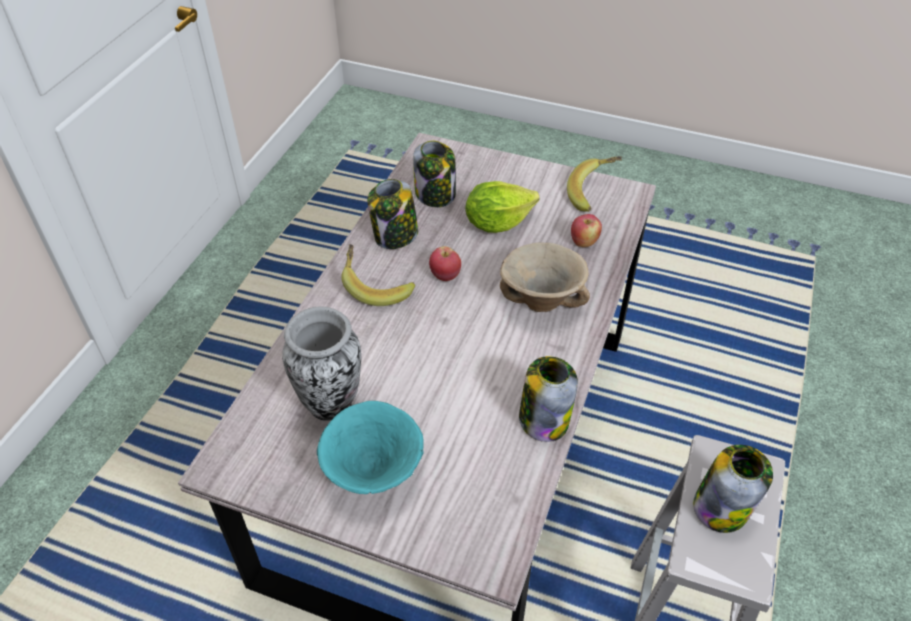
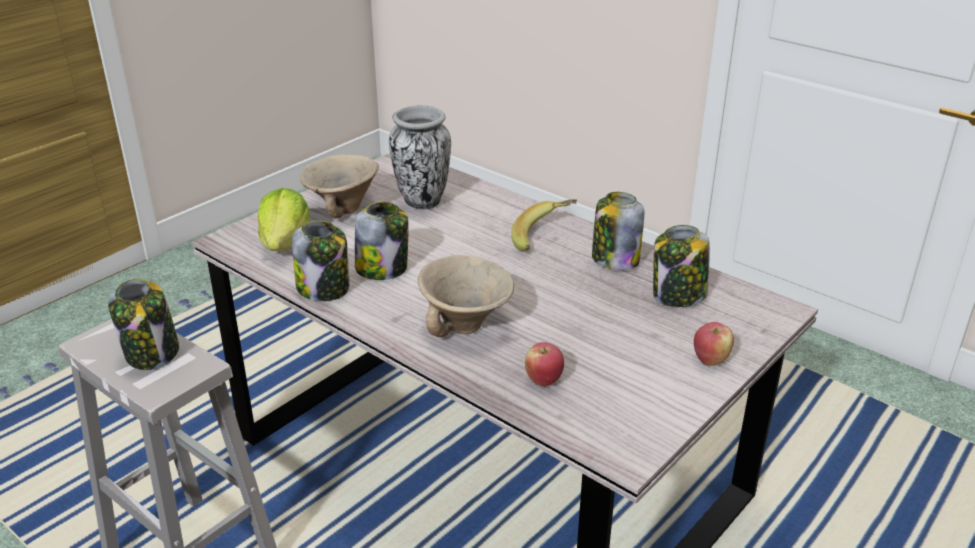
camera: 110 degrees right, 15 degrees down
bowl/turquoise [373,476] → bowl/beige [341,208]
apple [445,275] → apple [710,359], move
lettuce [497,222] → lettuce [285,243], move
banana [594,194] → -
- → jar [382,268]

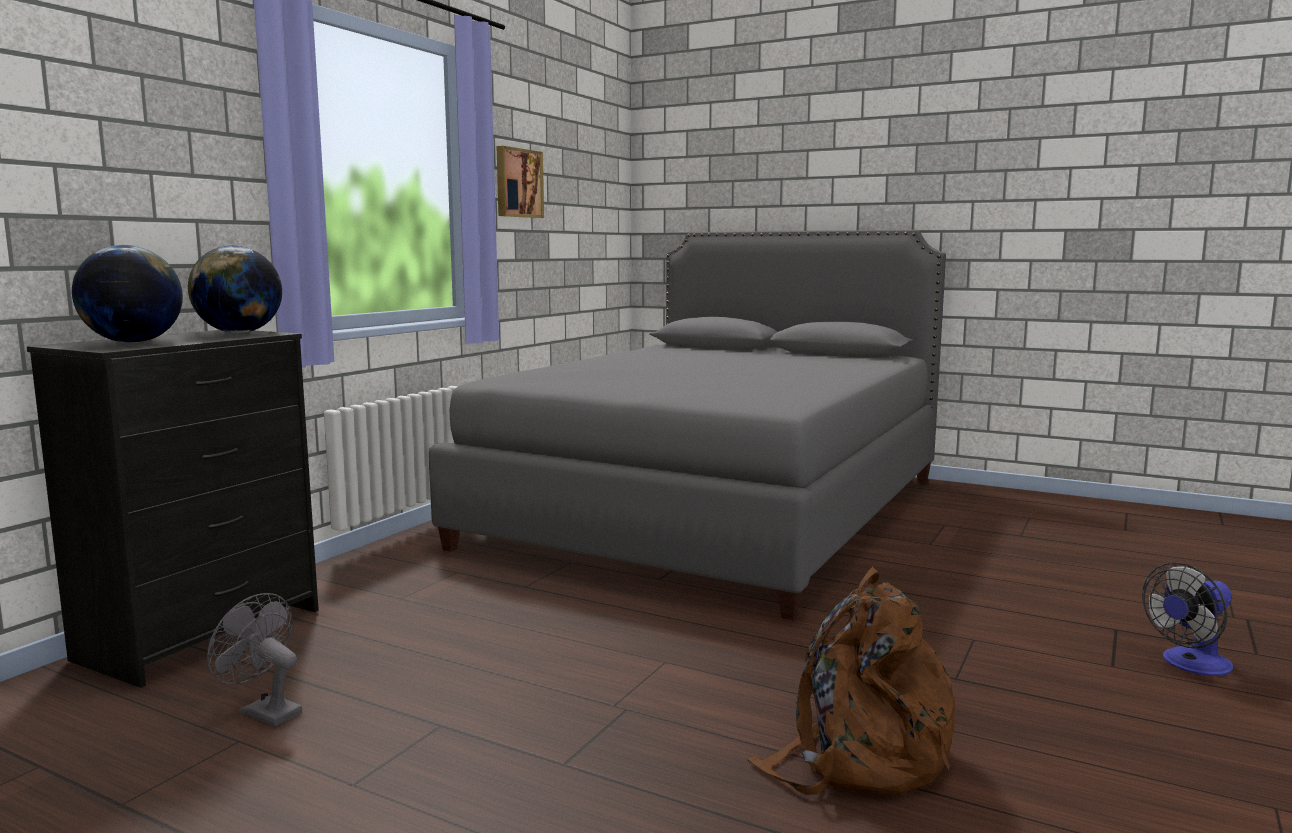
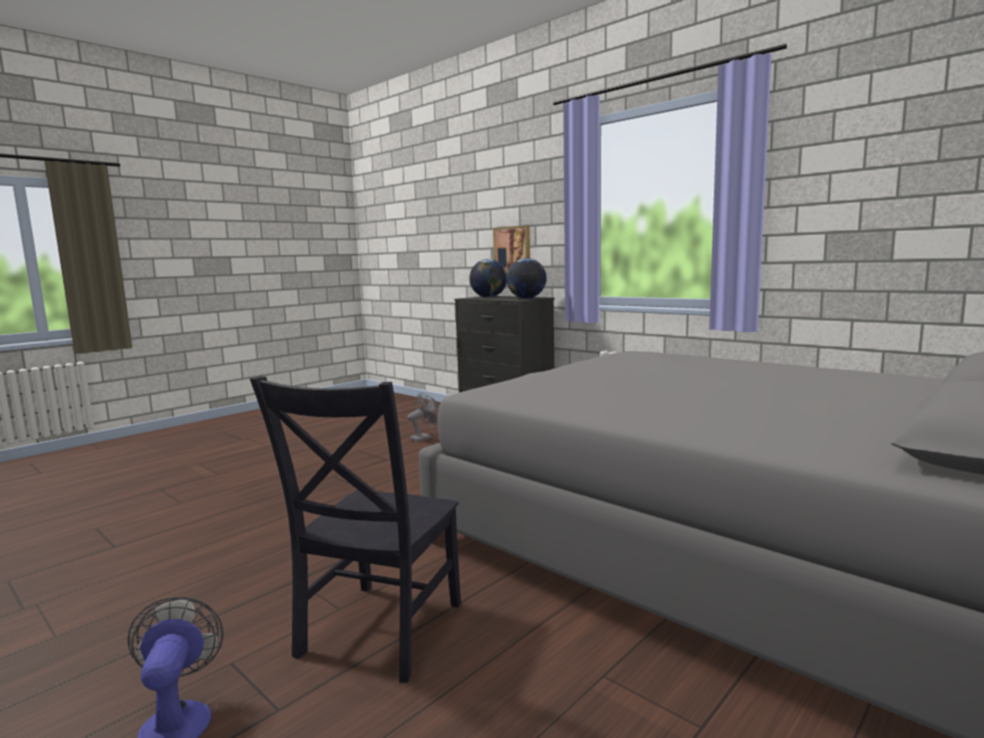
camera: 105 degrees right, 0 degrees up
picture [517,183] → picture [513,249], move
backpack/brown [858,756] → -
- → chair/black [377,633]

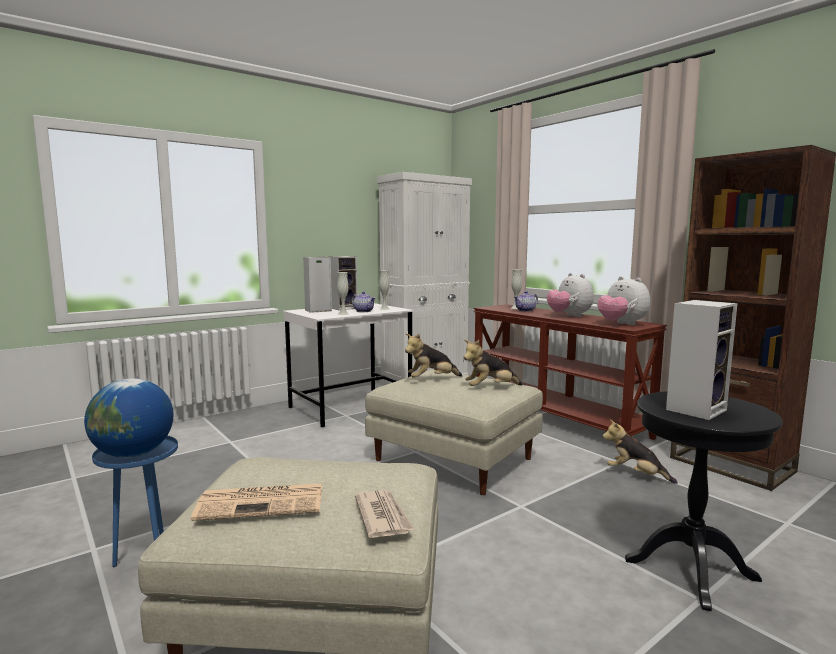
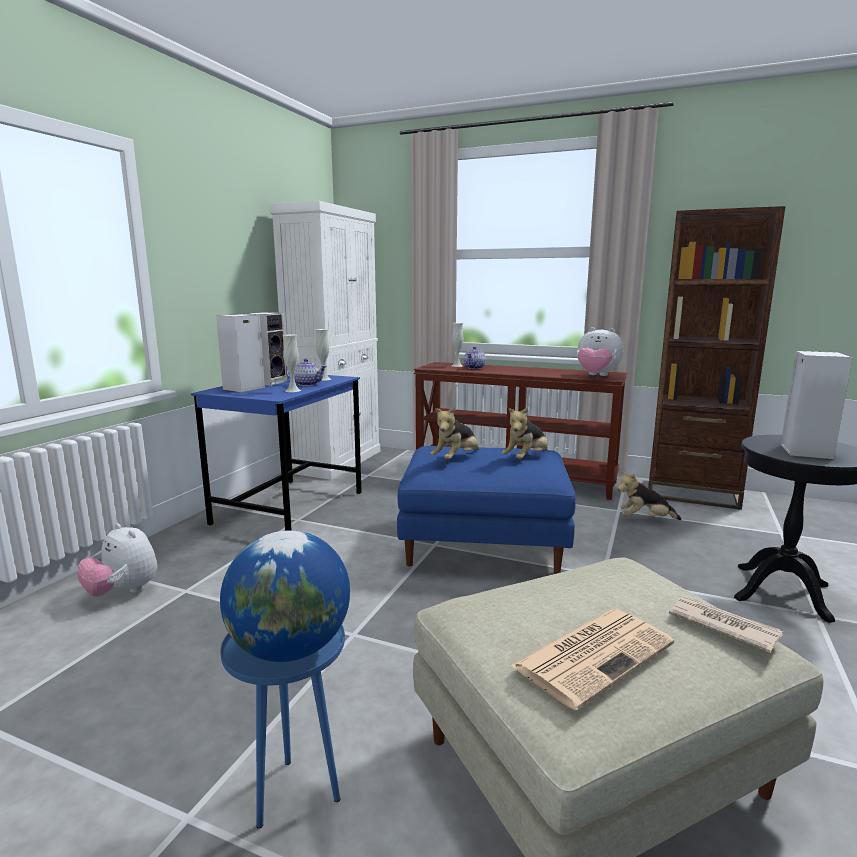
camera: 30 degrees left, 5 degrees up
desk/white [350,407] → desk/blue [289,508]
ottoman/beige [455,459] → ottoman/blue [485,543]
plush toy [569,316] → plush toy [123,592], move

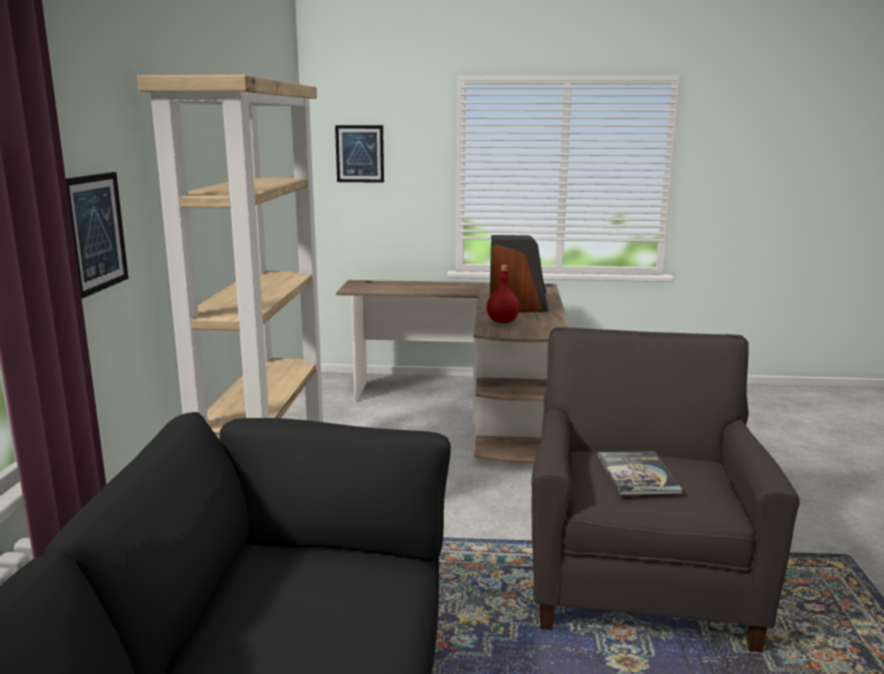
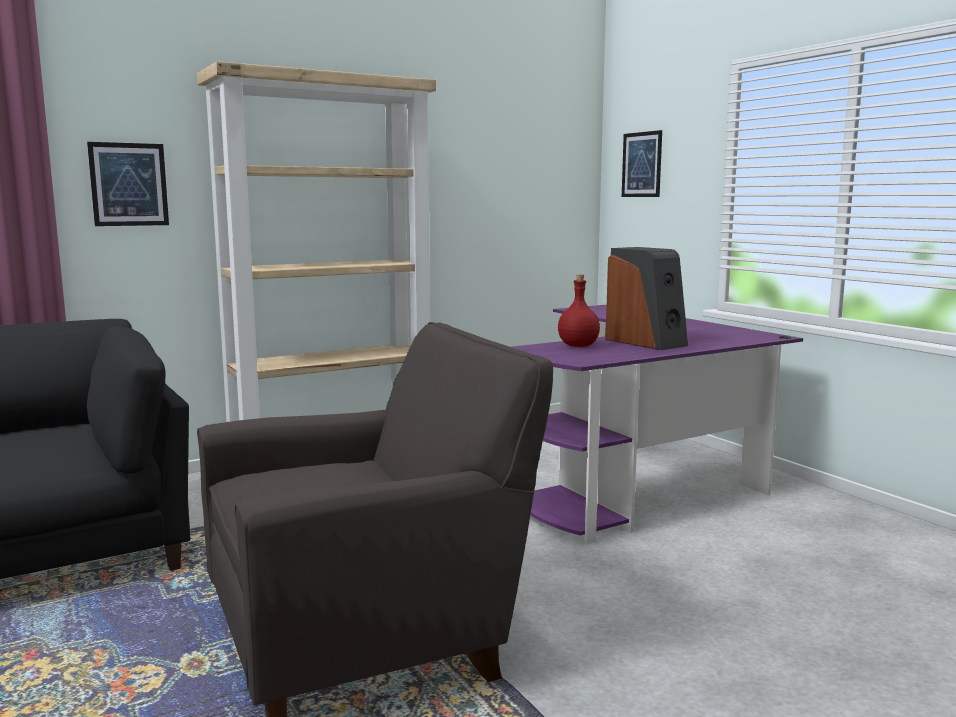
camera: 55 degrees right, 5 degrees down
desk/brown [477,411] → desk/purple [641,477]
book [637,474] → -

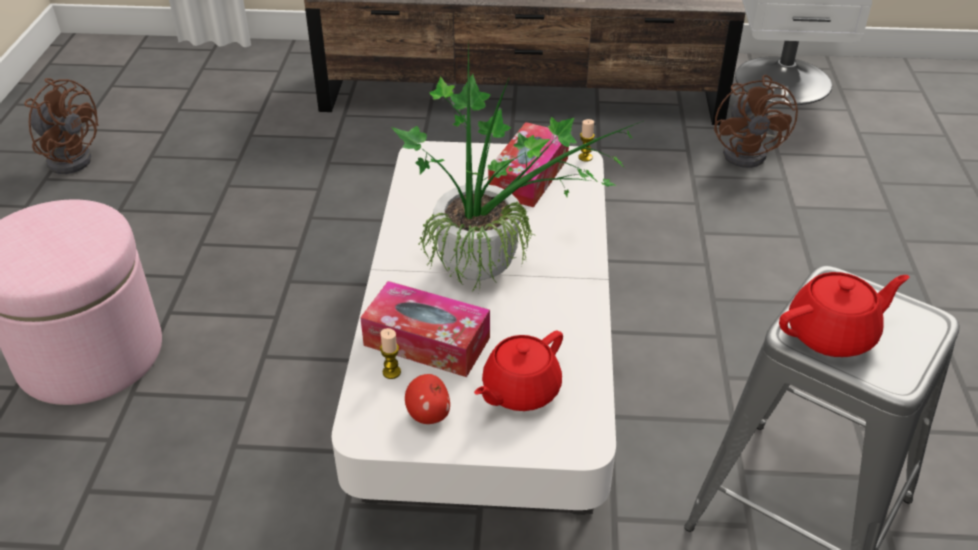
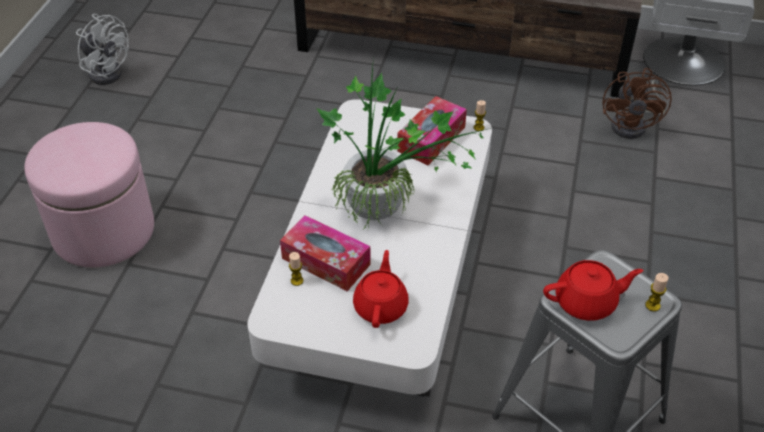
camera: 10 degrees right, 5 degrees up
fan/brown [70,157] → fan/white [106,70]
apple [428,415] → -
teapot/red [519,391] → teapot/red [381,306], 135 degrees clockwise
- → candle [652,305]

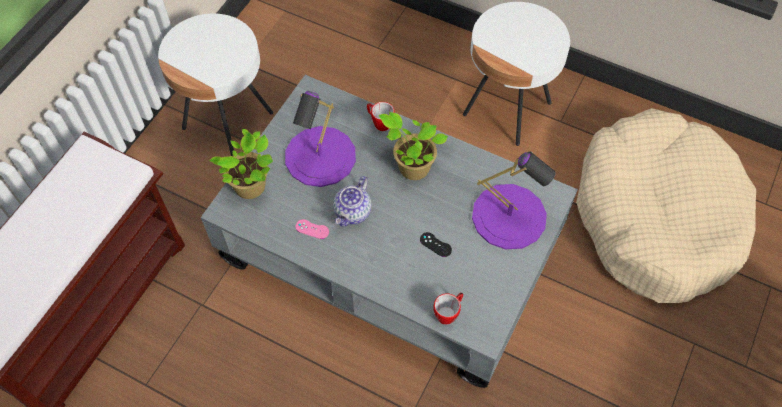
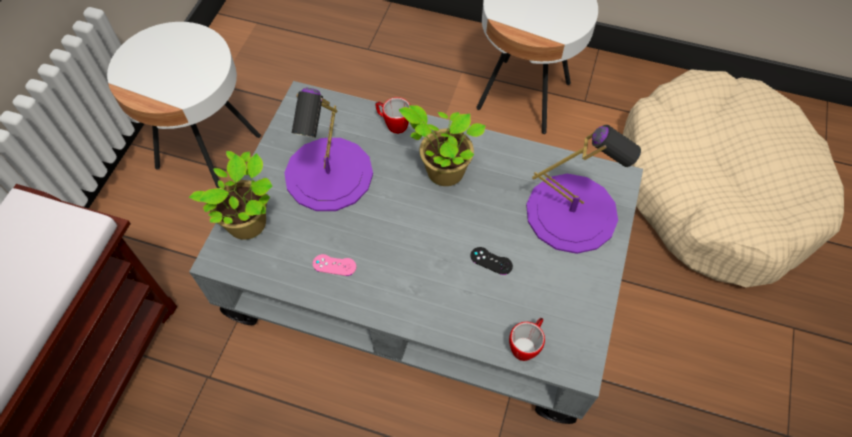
camera: 10 degrees left, 0 degrees up
teapot [353,212] → -

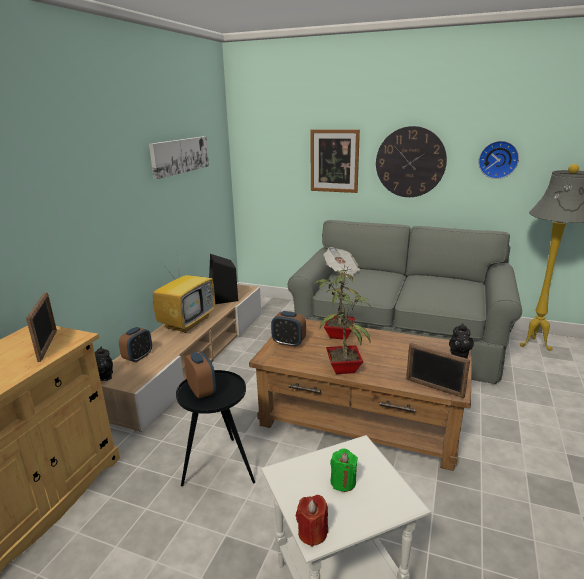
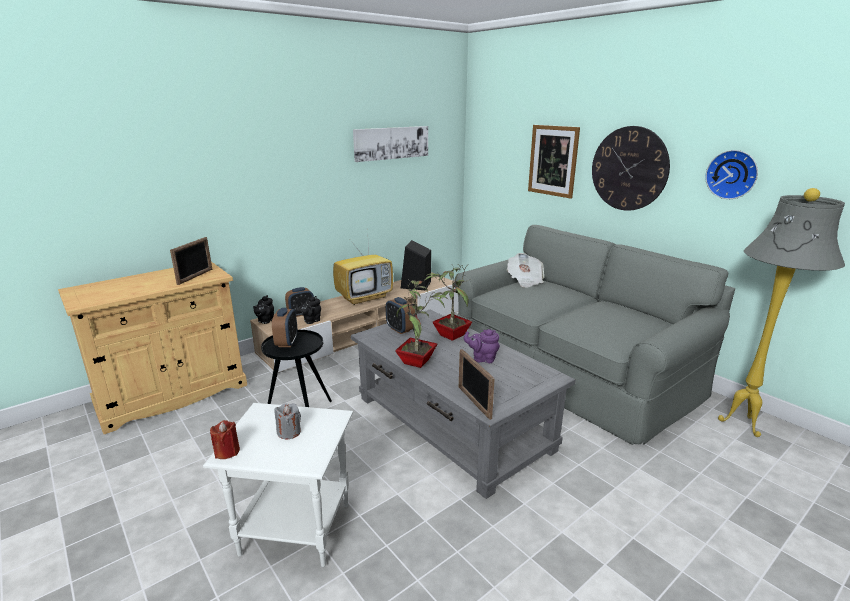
camera: 30 degrees right, 0 degrees up
coffee table/brown [361,417] → coffee table/grey [452,423]
candle/green [343,482] → candle/grey [289,432]
teapot/black [458,356] → teapot/black [310,321], move
- → teapot/purple [482,359]

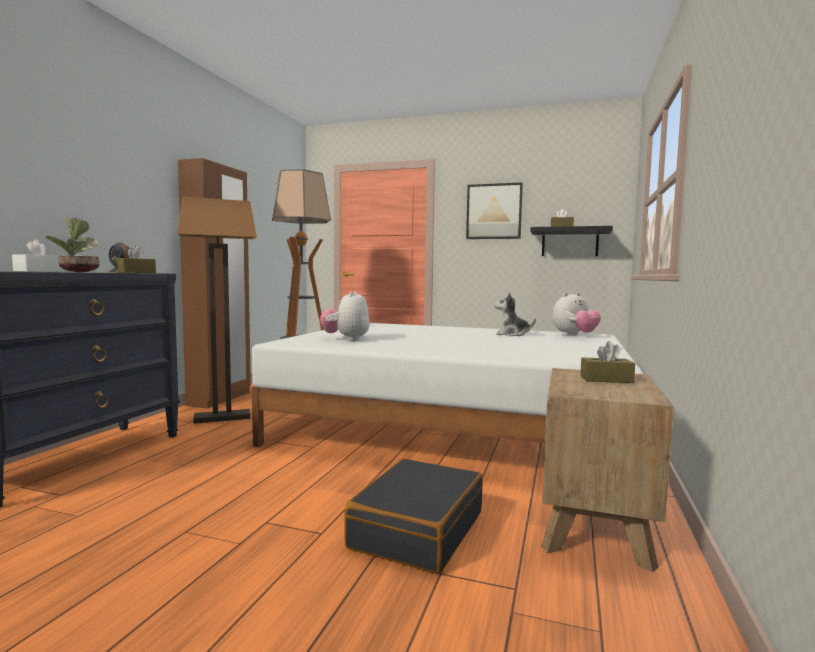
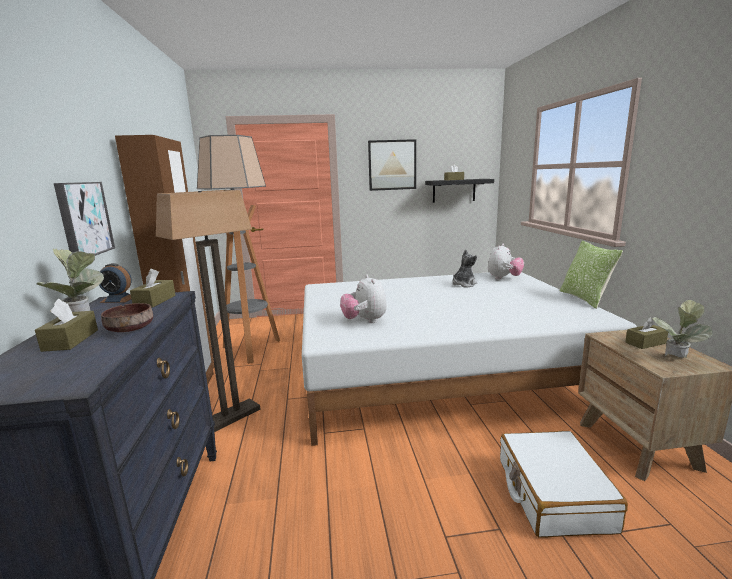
camera: 25 degrees left, 10 degrees up
tissue box/white [39,271] → tissue box/brown [71,340]
suitcase/black [416,530] → suitcase/white [552,494]
plush toy [512,334] → plush toy [463,284], 150 degrees clockwise
- → picture [83,219]
- → pillow [584,299]
- → potted plant [675,360]

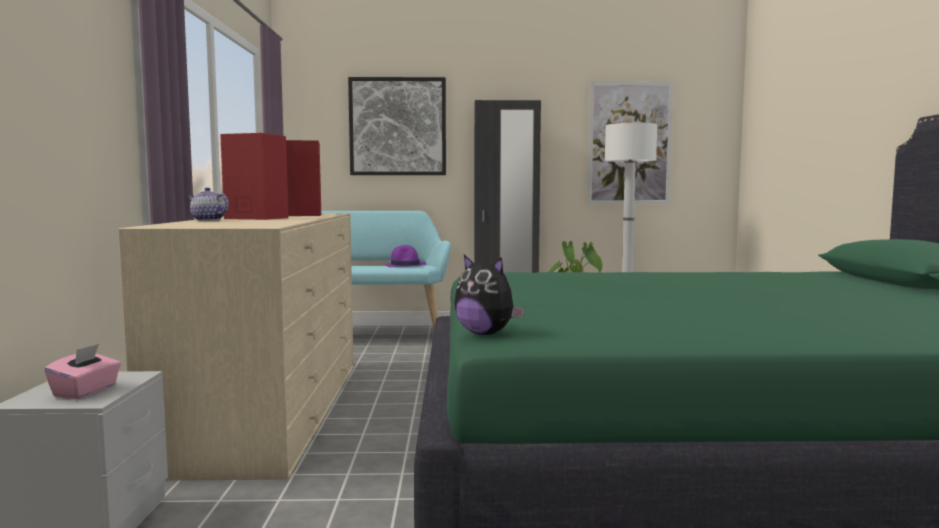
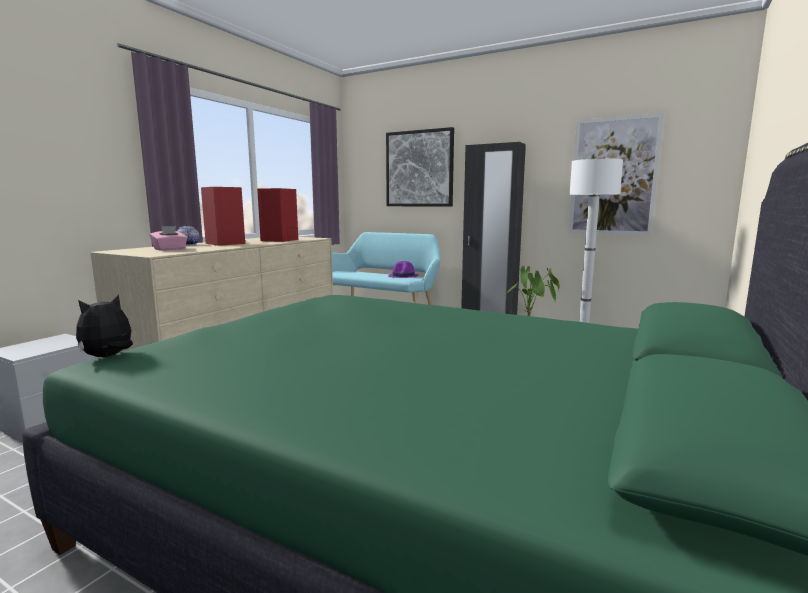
camera: 30 degrees right, 5 degrees up
tissue box/pink [86,391] → tissue box/pink [170,249], move
plush toy [486,334] → plush toy [108,356], 60 degrees clockwise

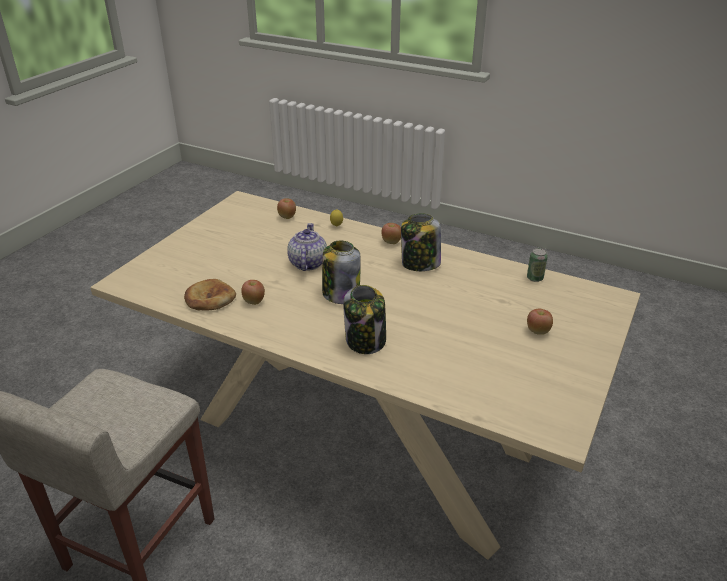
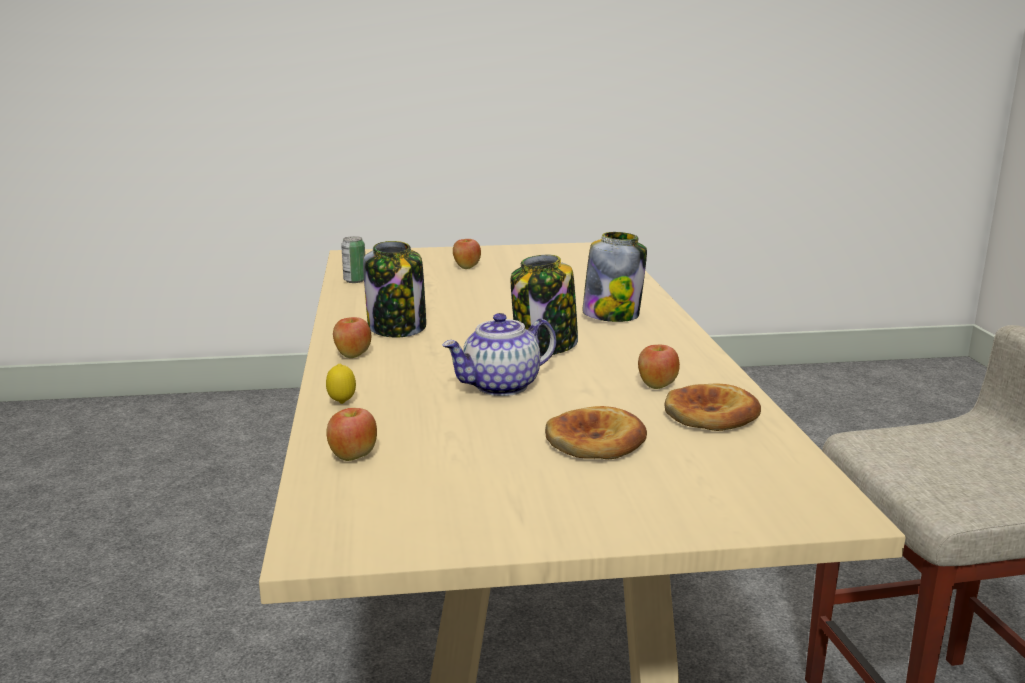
camera: 125 degrees left, 15 degrees down
- → bread [595,441]

